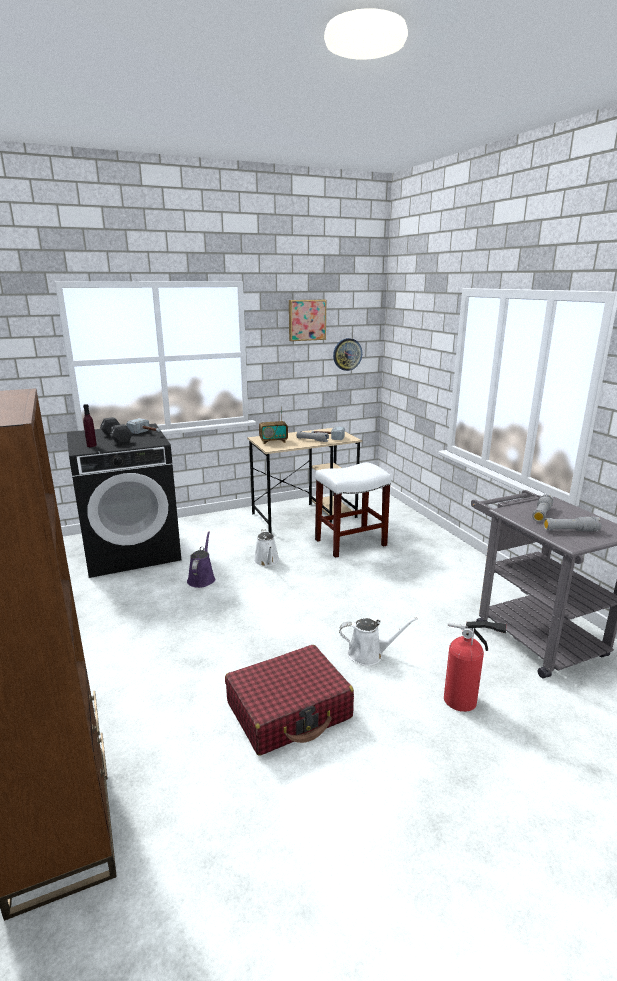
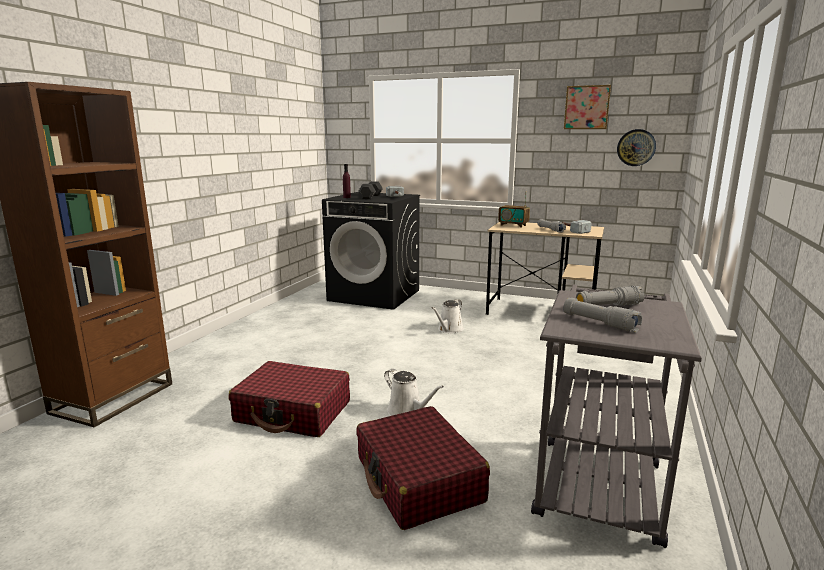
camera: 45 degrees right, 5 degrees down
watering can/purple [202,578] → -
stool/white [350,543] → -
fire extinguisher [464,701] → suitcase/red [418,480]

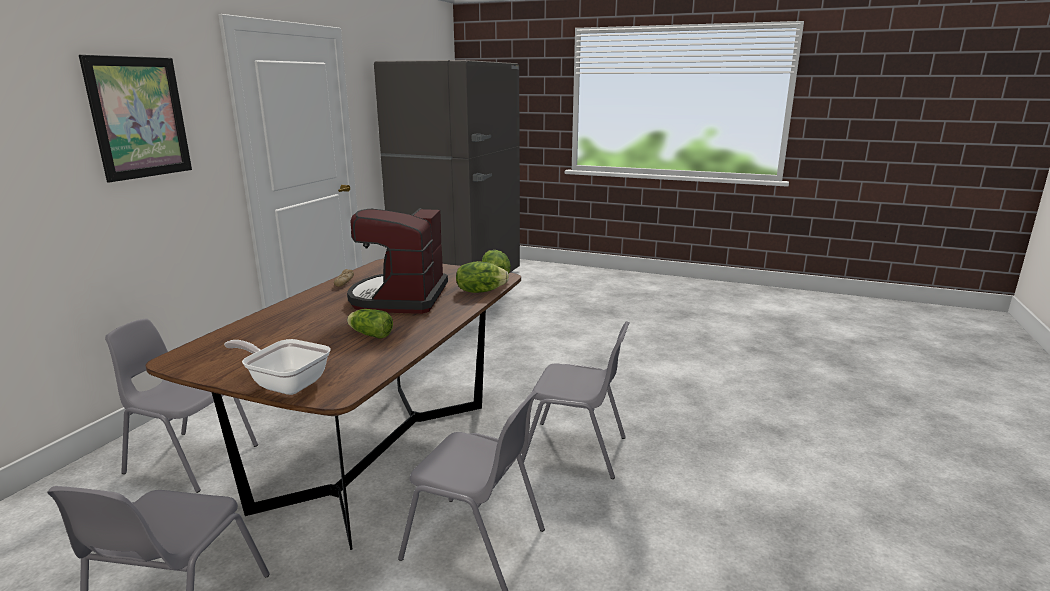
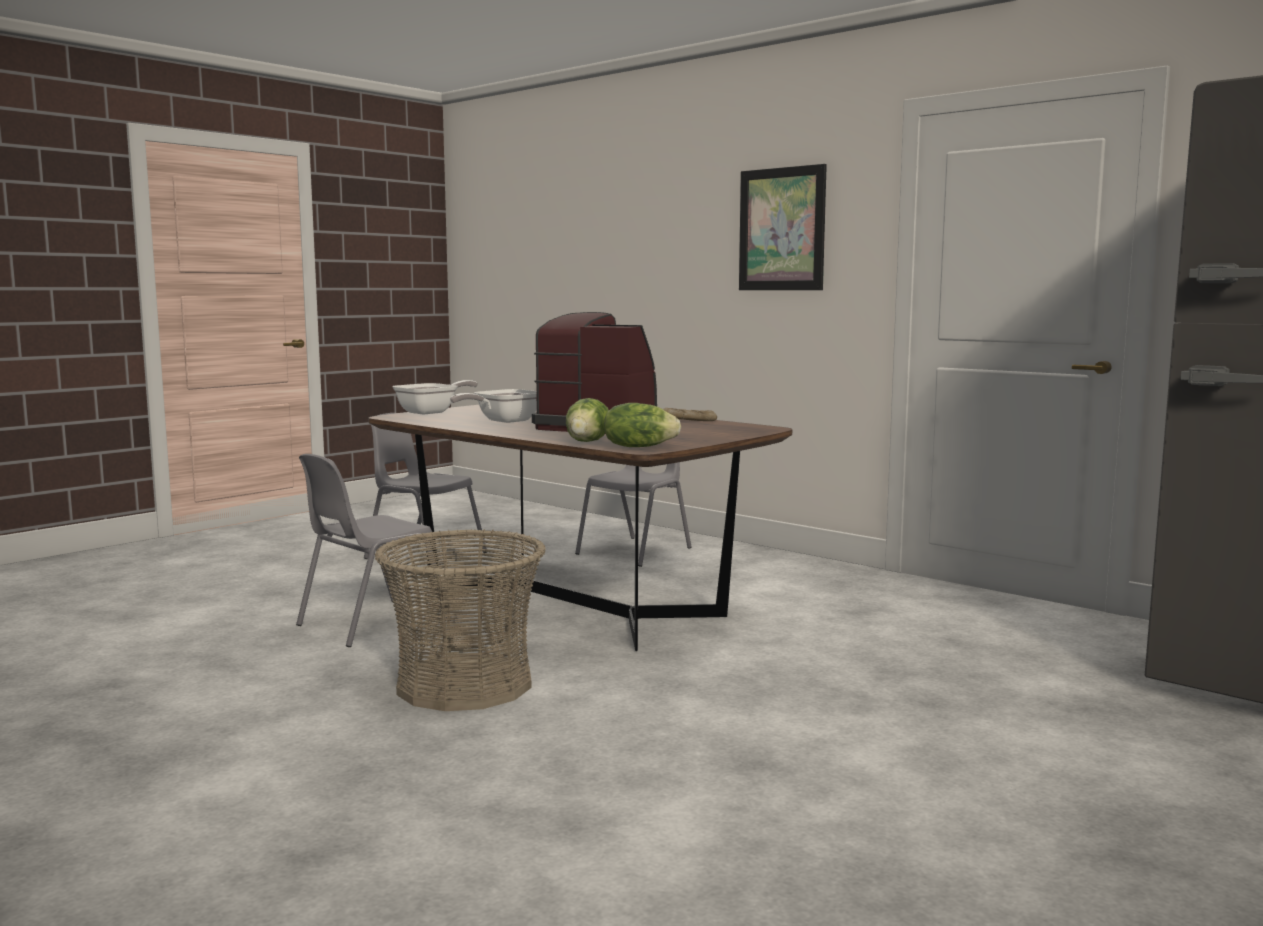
camera: 110 degrees right, 10 degrees down
lettuce [369,334] → frying pan [502,421]
chair/grey [576,450] → basket [464,684]

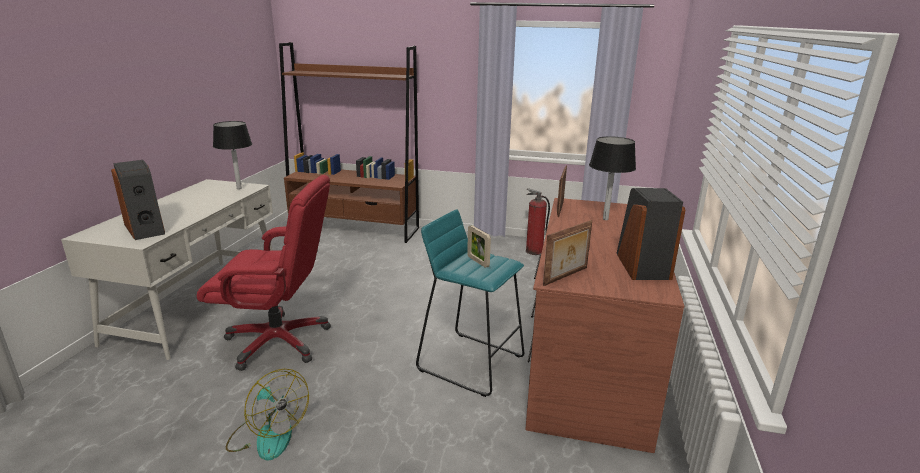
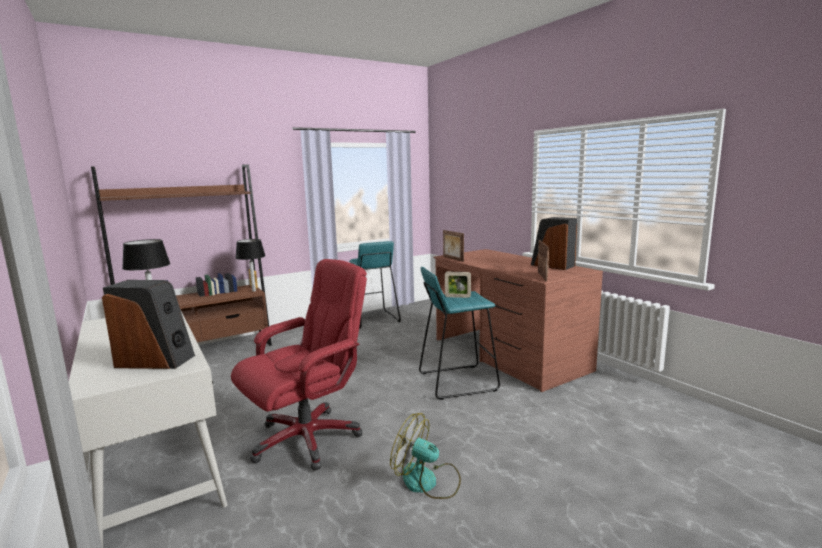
camera: 45 degrees left, 10 degrees down
fan [268,435] → fan [427,481], 150 degrees counterclockwise
fire extinguisher [534,251] → stool/turquoise [373,319]
table lamp/black [605,219] → table lamp/black [254,291], move

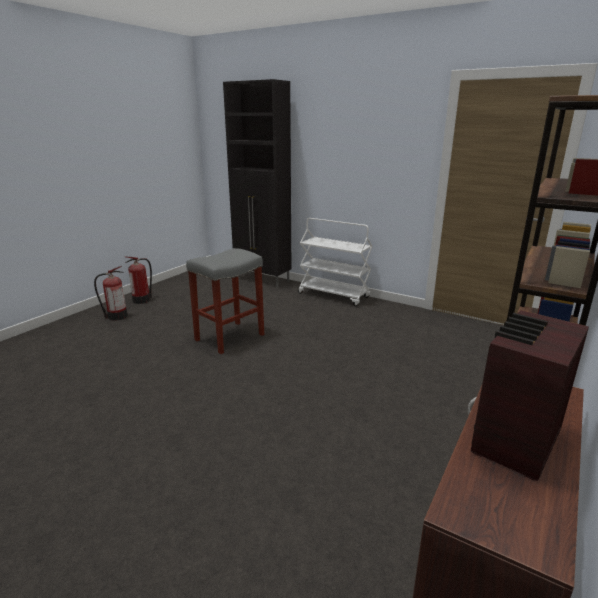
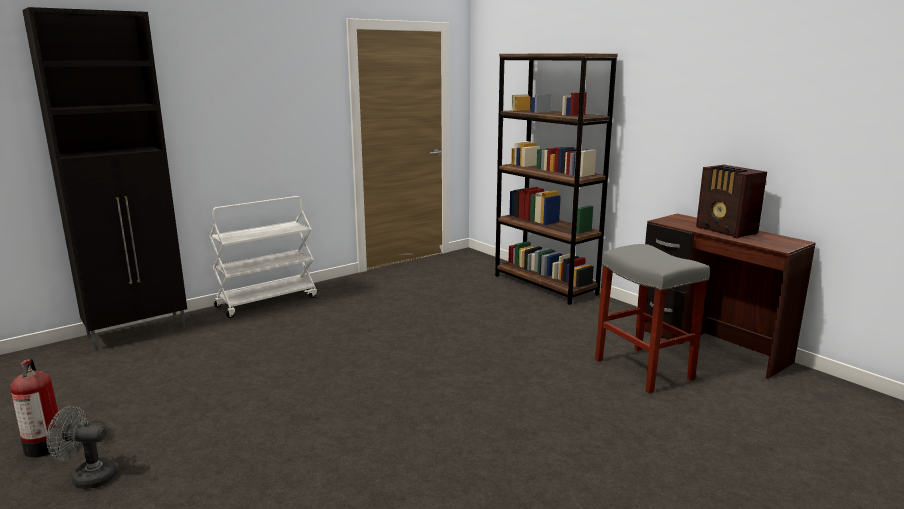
camera: 70 degrees left, 5 degrees down
fire extinguisher [116,316] → fan/grey [88,477]
stool/grey [230,337] → stool/grey [642,369], move

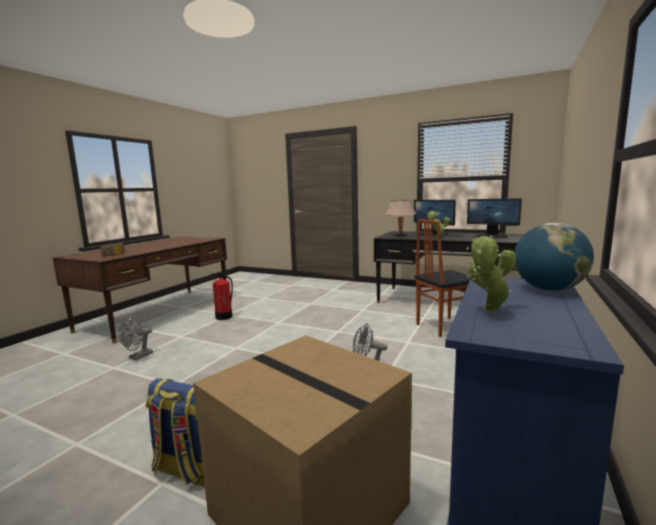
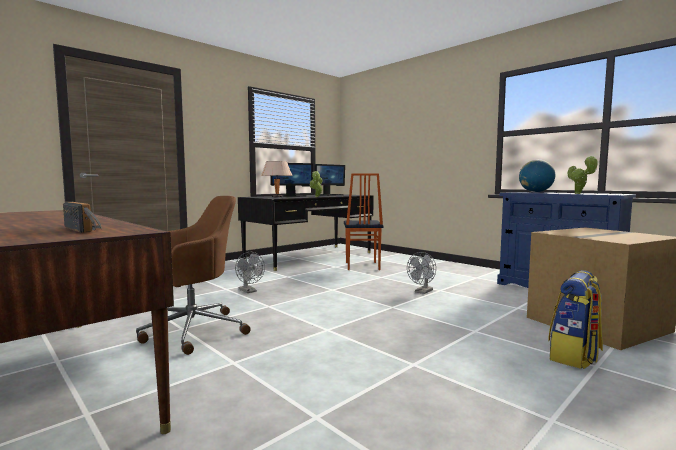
camera: 70 degrees left, 5 degrees down
fan/grey [138,357] → fan/grey [249,291], move
fire extinguisher [224,317] → office chair/brown [190,331]

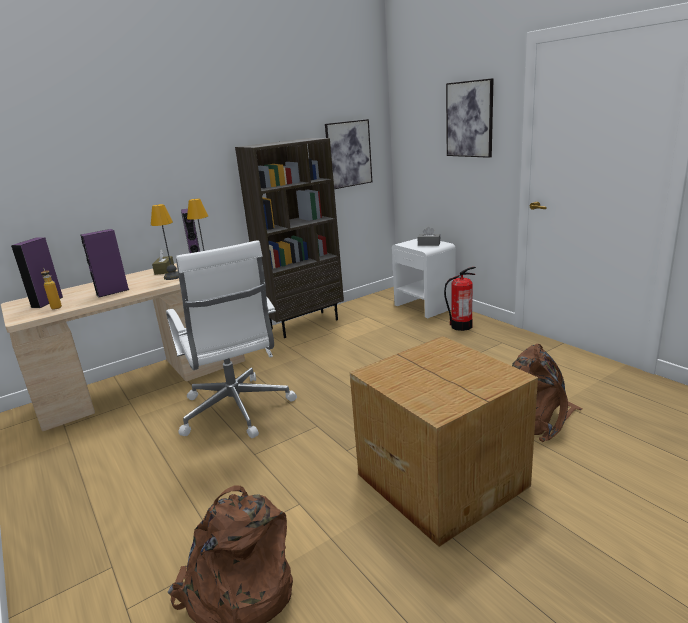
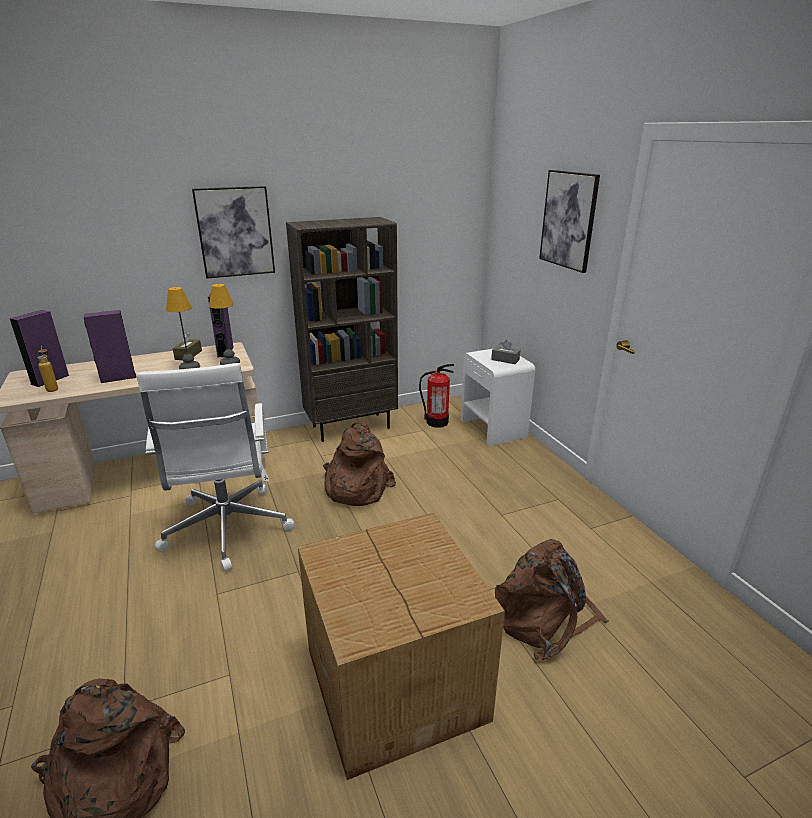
camera: 10 degrees right, 5 degrees up
picture [348,154] → picture [235,232], move
fire extinguisher [461,326] → fire extinguisher [437,422], move
- → backpack/brown [355,488]

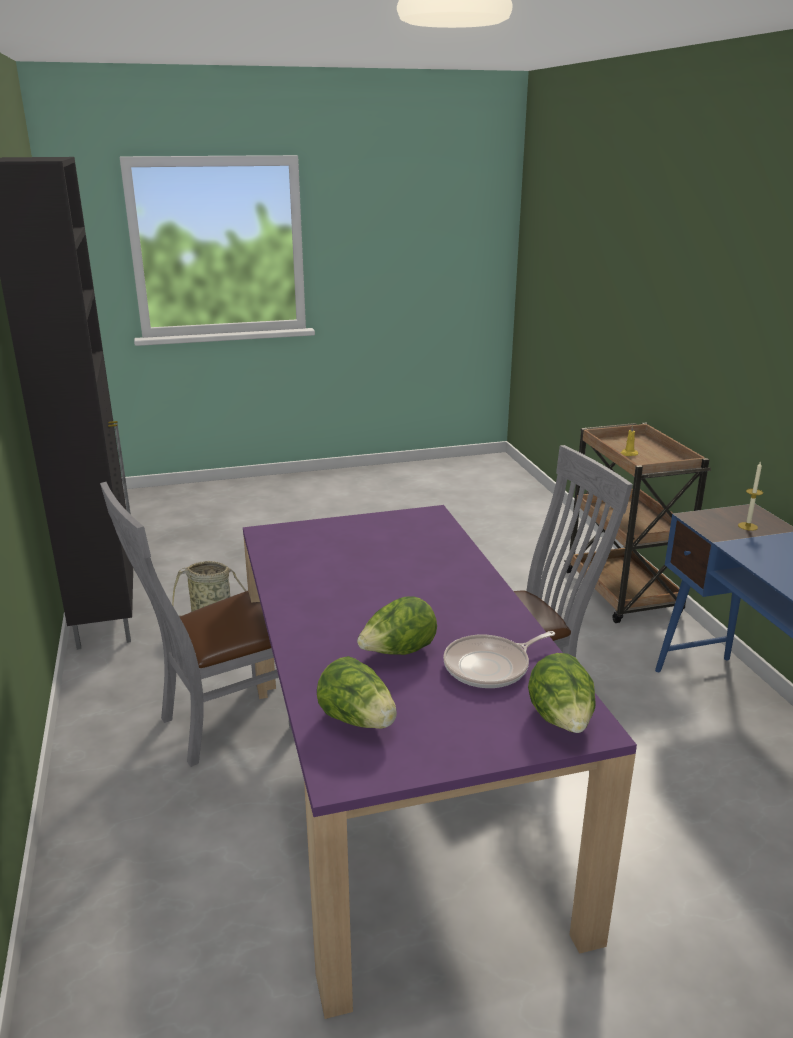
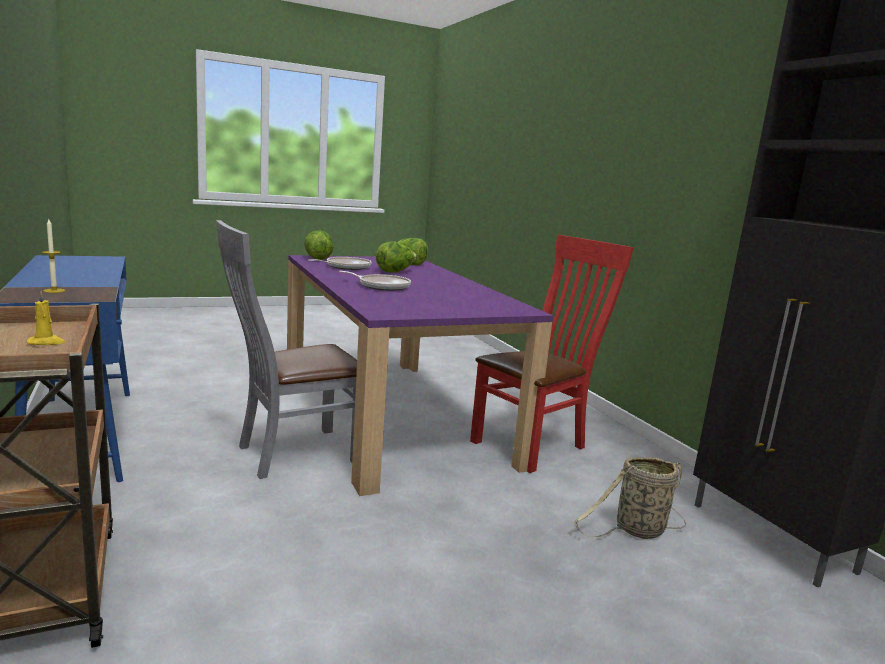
camera: 170 degrees right, 10 degrees down
chair/grey [221,724] → chair/red [534,444]
- → frying pan [382,286]

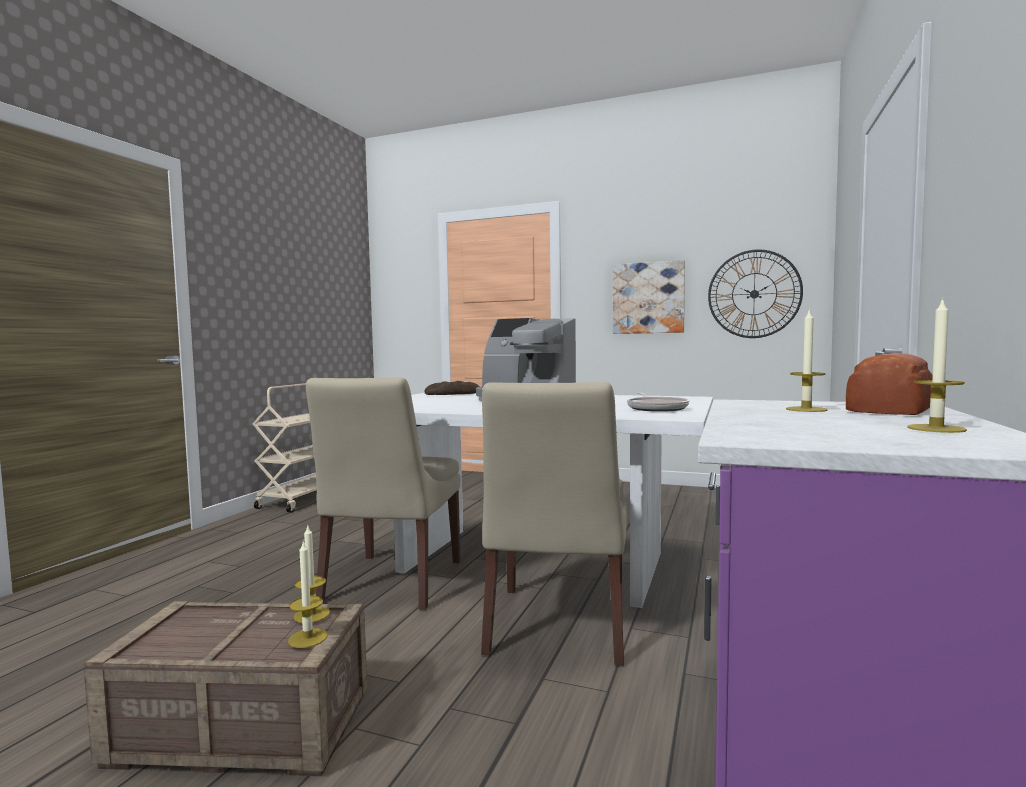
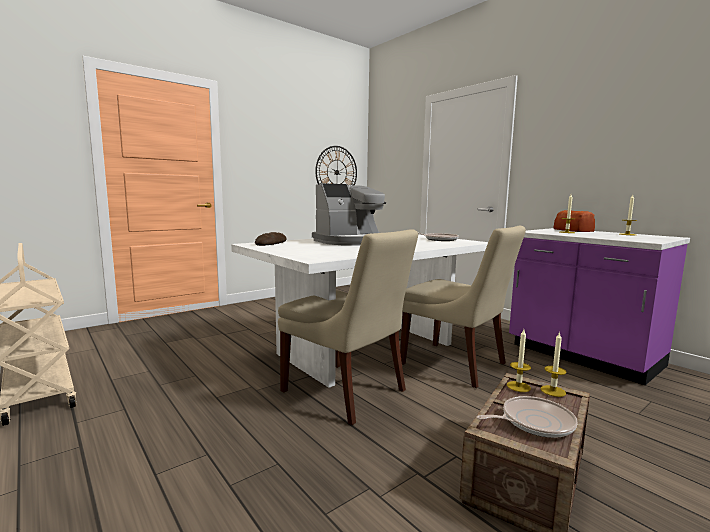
camera: 60 degrees left, 5 degrees up
picture [648,298] → -
- → frying pan [533,422]

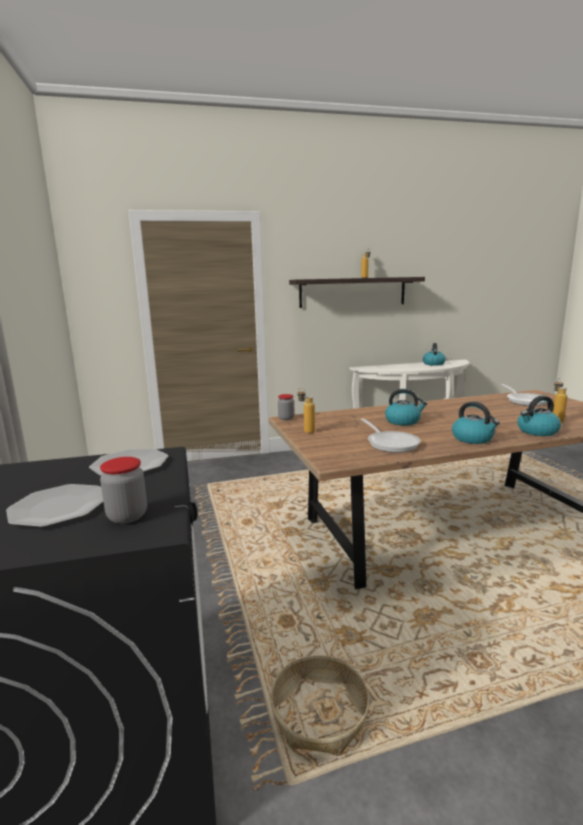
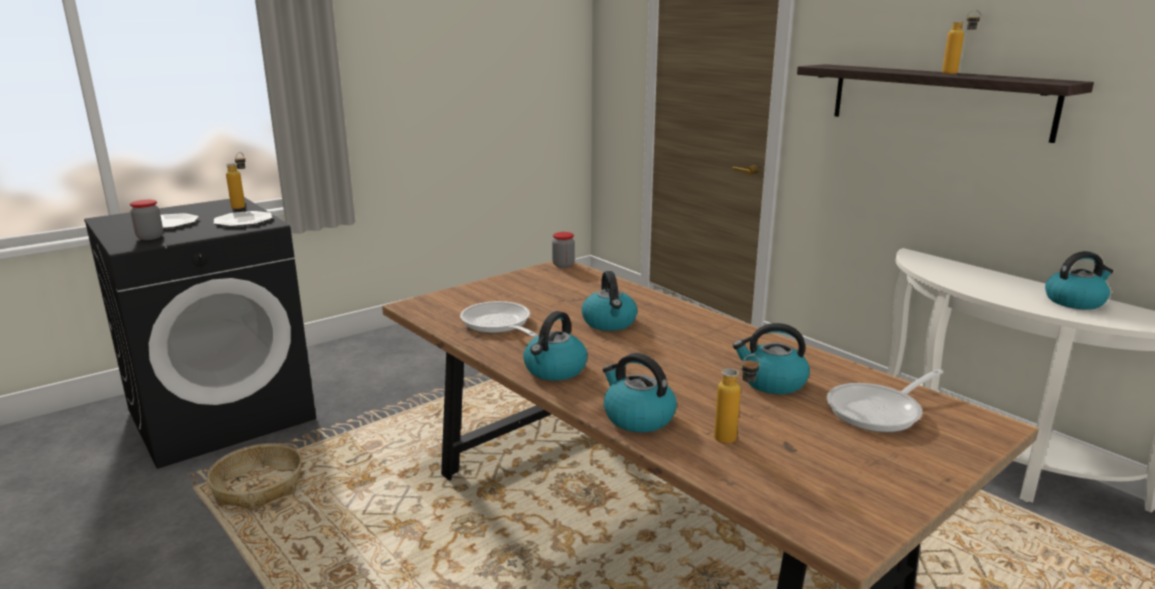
camera: 65 degrees right, 5 degrees up
bottle [306,431] → bottle [242,206], move
frying pan [390,443] → frying pan [498,324], 105 degrees clockwise
- → kettle [771,382]

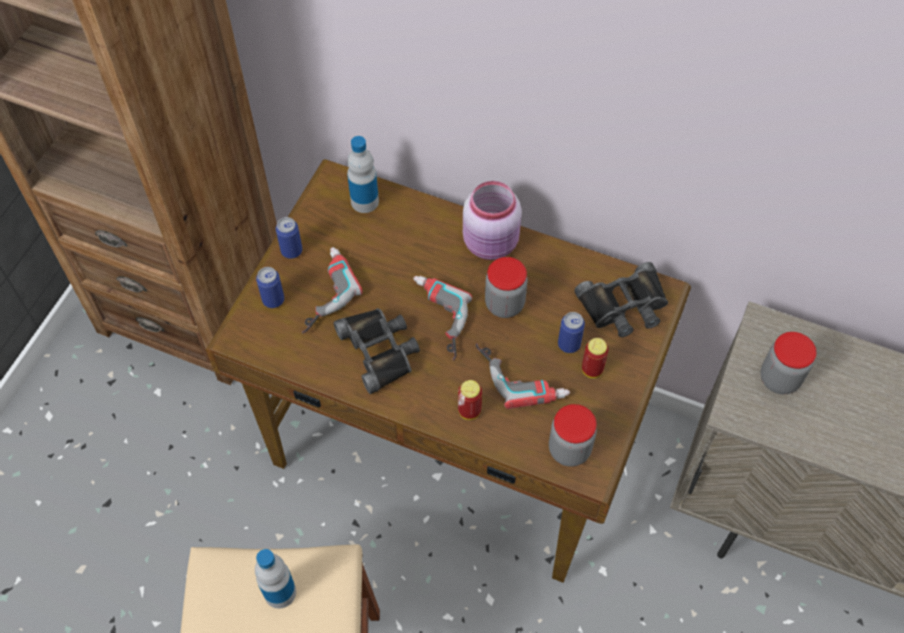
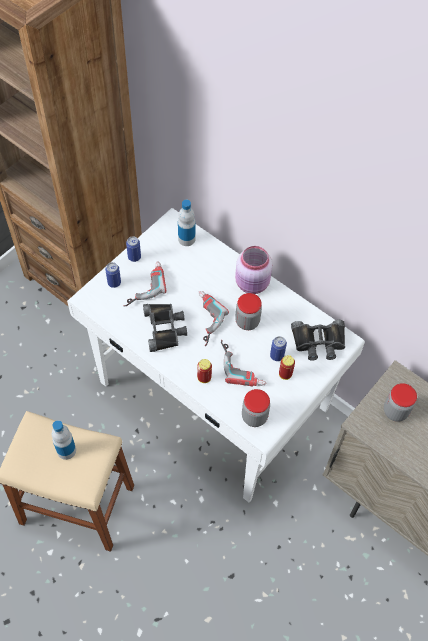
camera: 15 degrees right, 0 degrees up
desk/brown [455,439] → desk/white [213,398]

